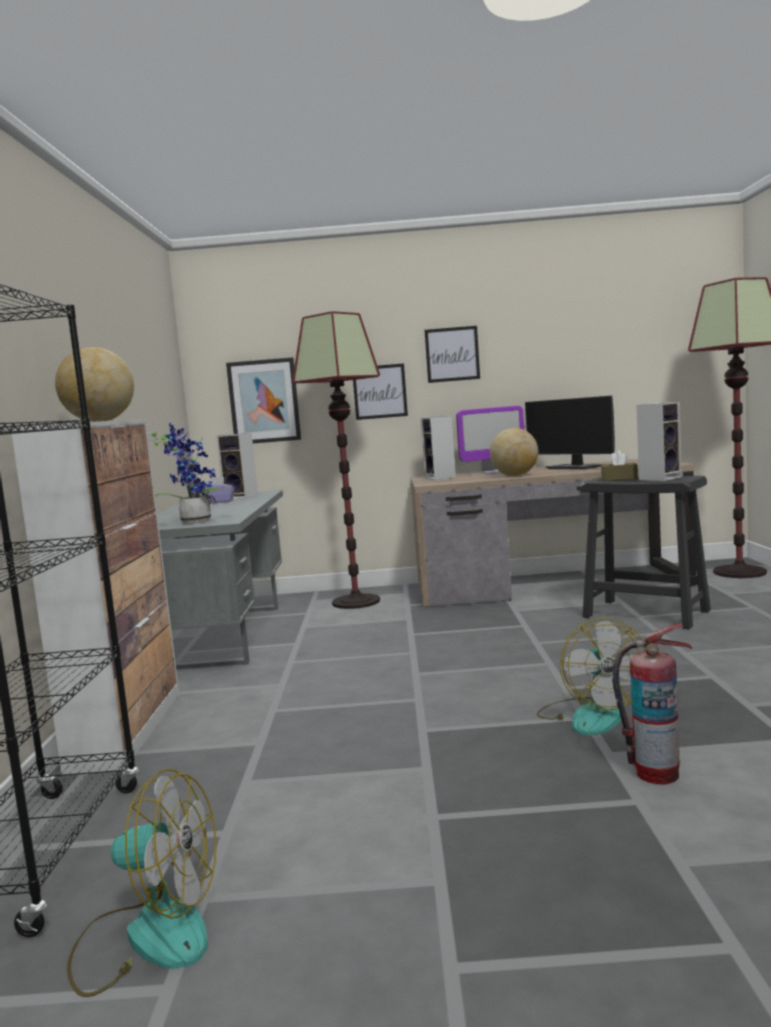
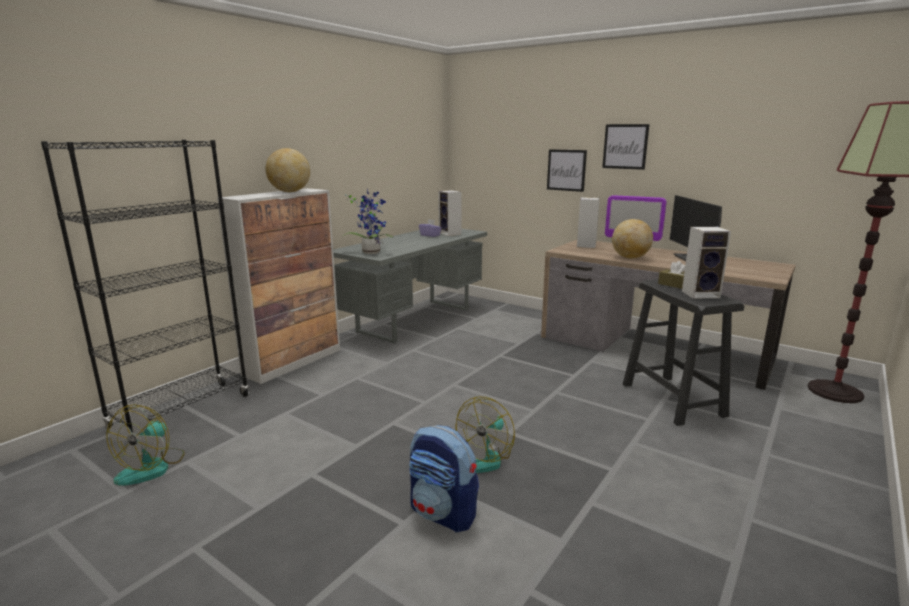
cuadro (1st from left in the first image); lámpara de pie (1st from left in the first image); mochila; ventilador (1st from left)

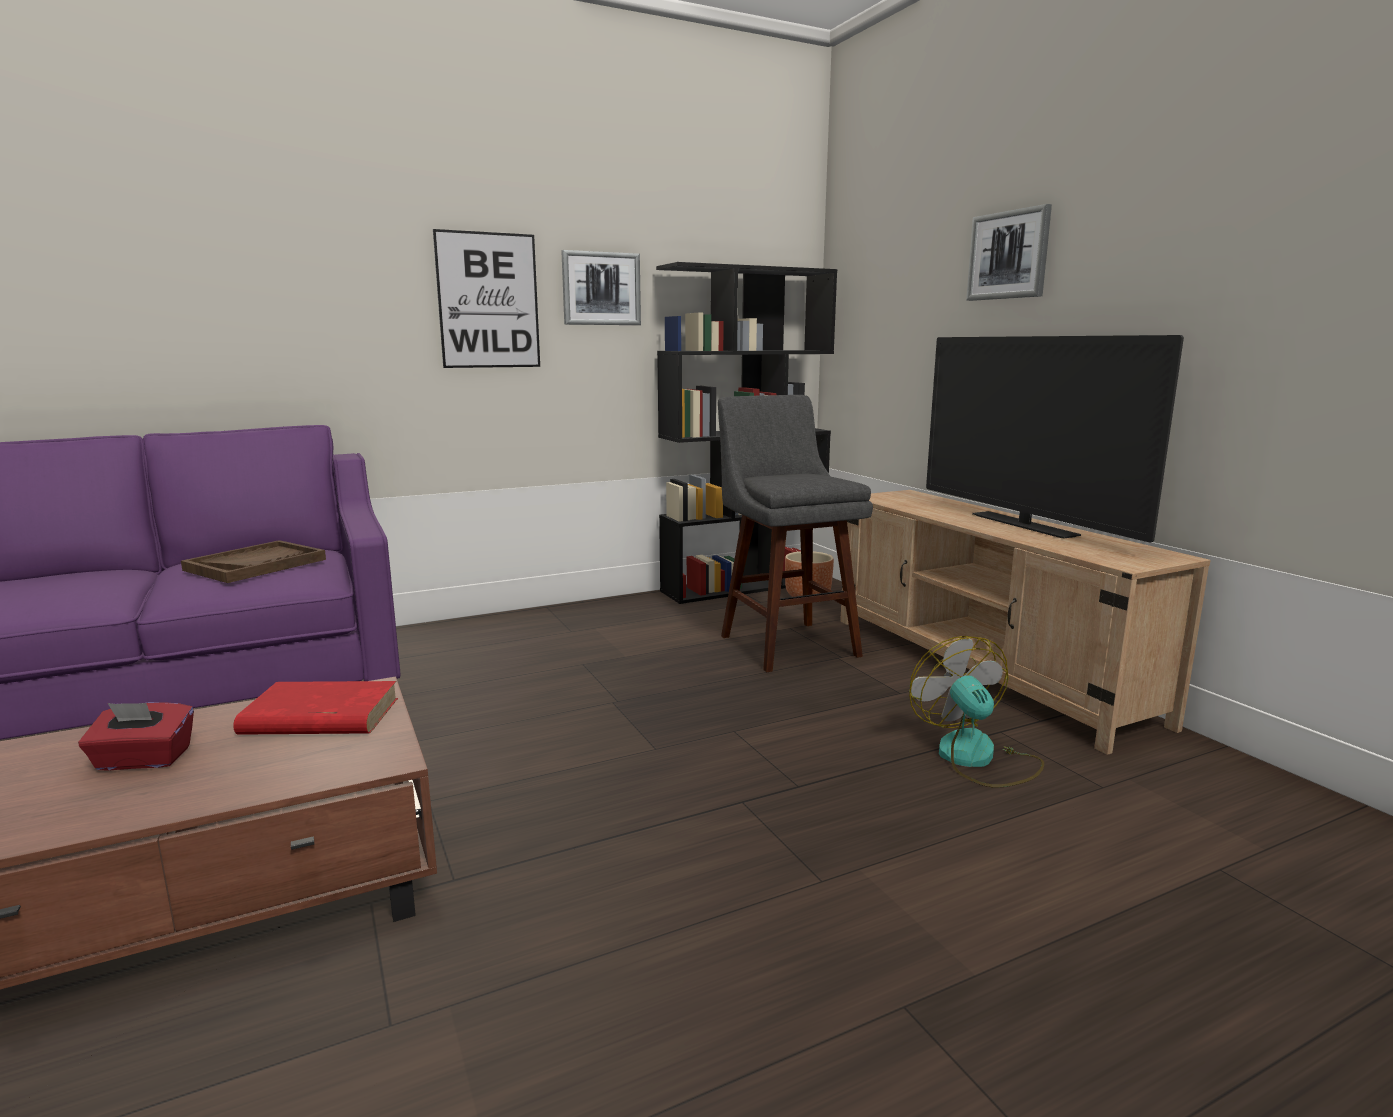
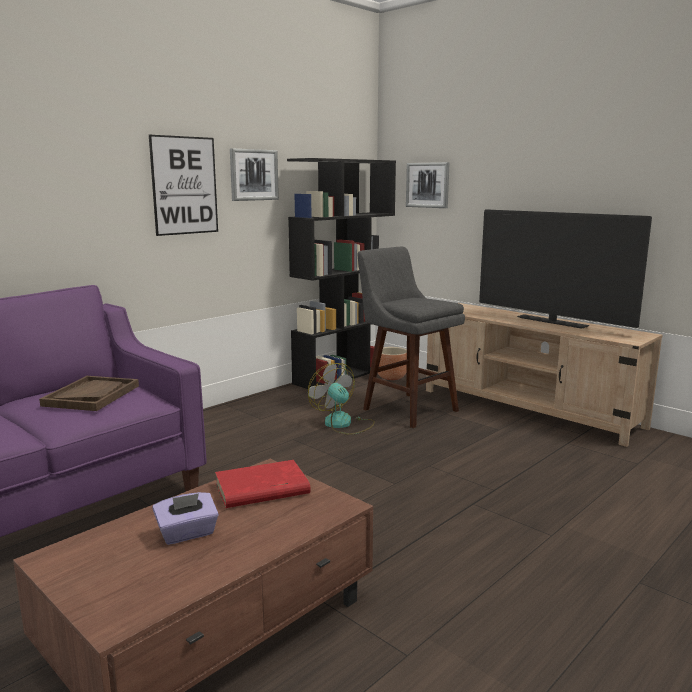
ventilador; cuadro (3rd from left); caja de pañuelos/morado

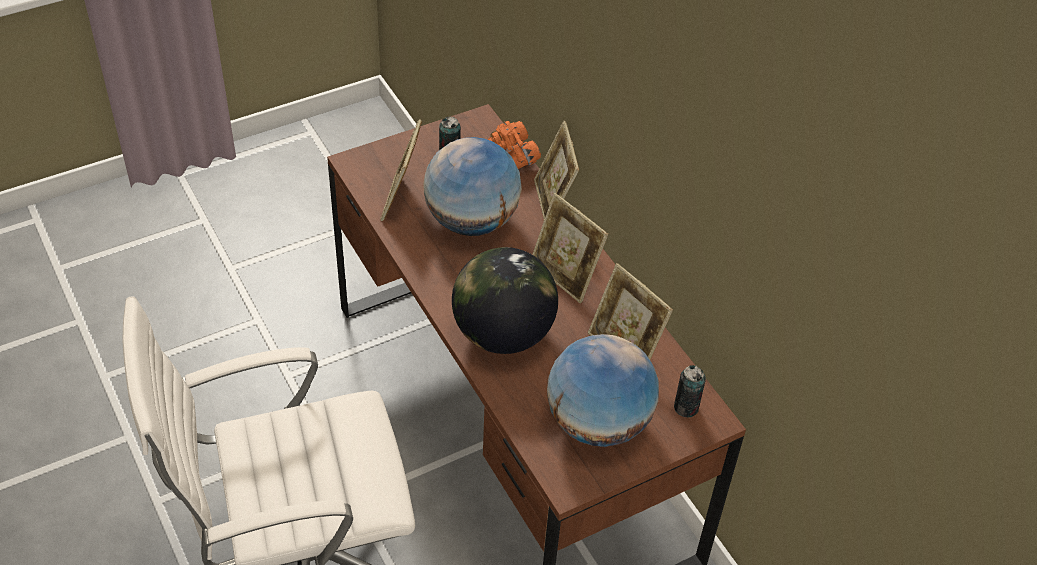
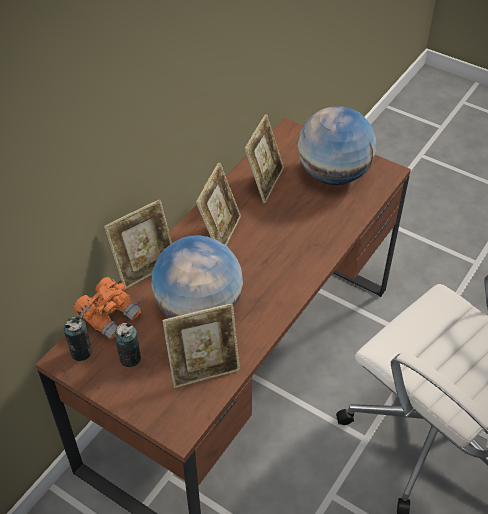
globo terráqueo (2nd from left in the first image); lata (1st from left)

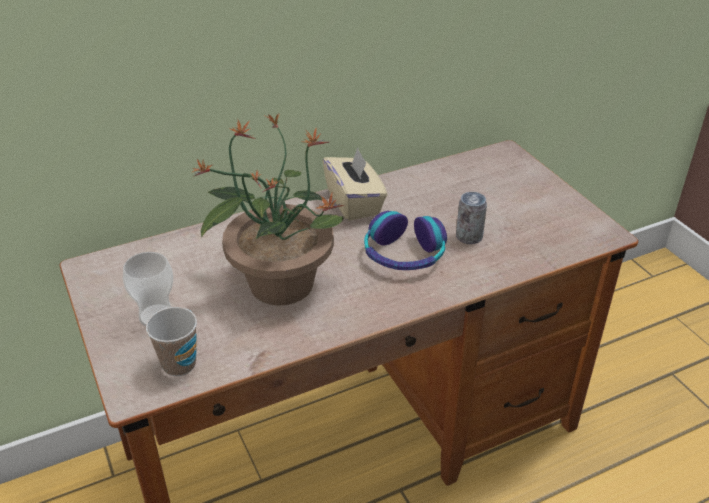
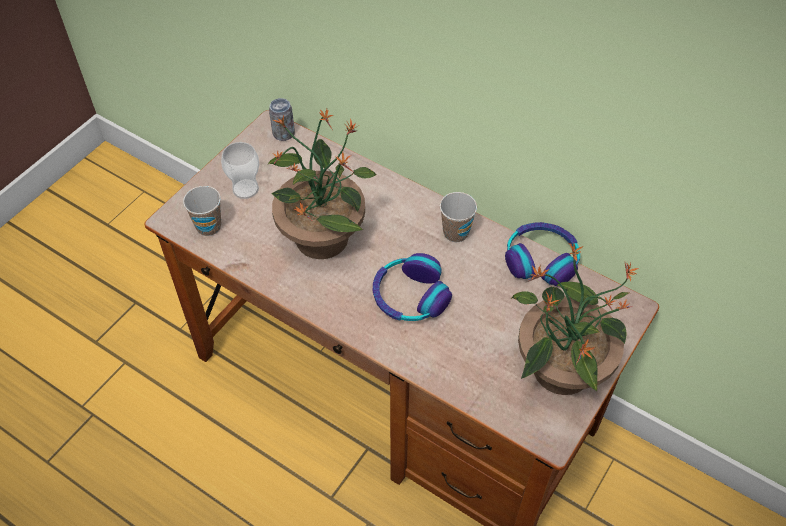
auriculares (2nd from left); planta en maceta (2nd from left); lata; taza (3rd from left)

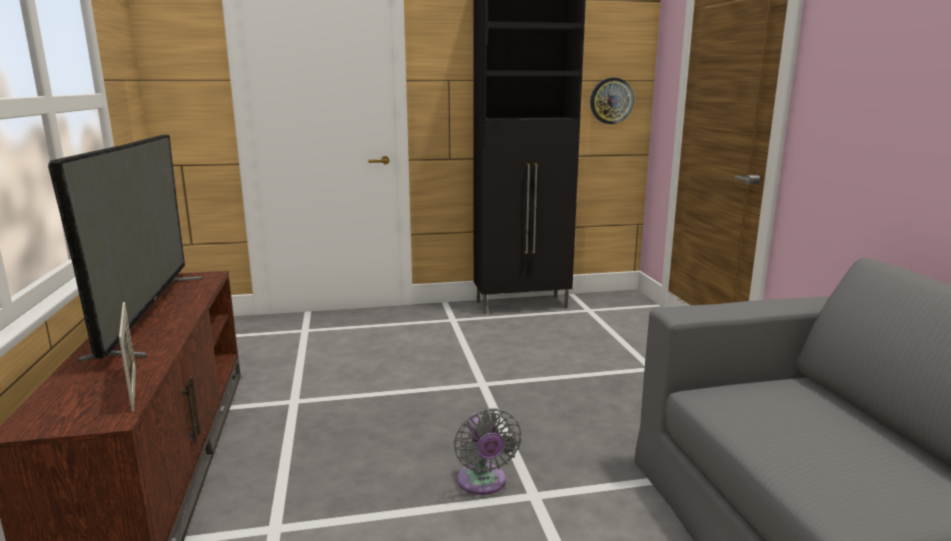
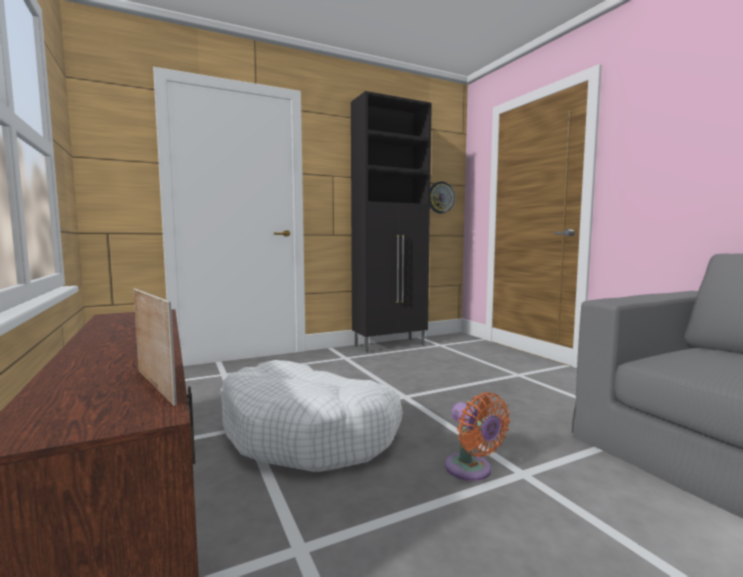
televisor; cama para perro/blanco; ventilador/naranja

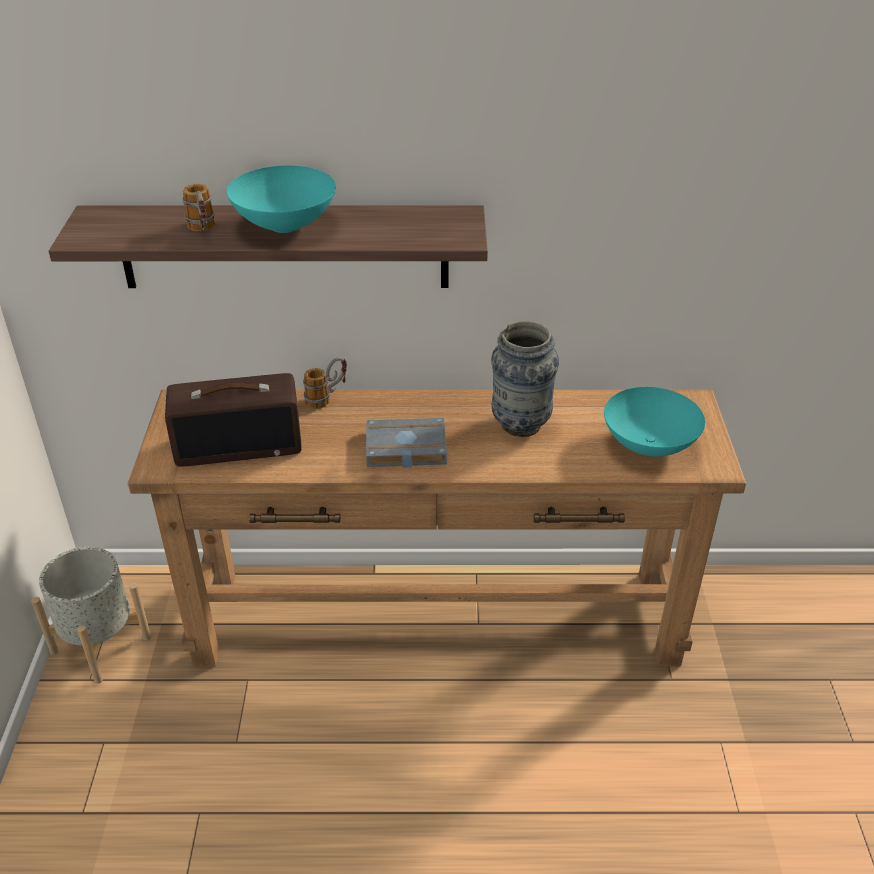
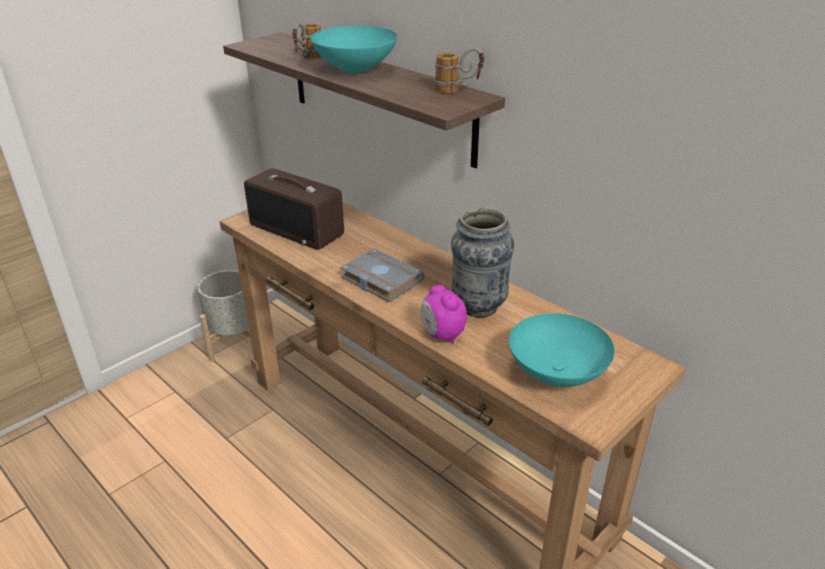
despertador; taza grande (2nd from left)

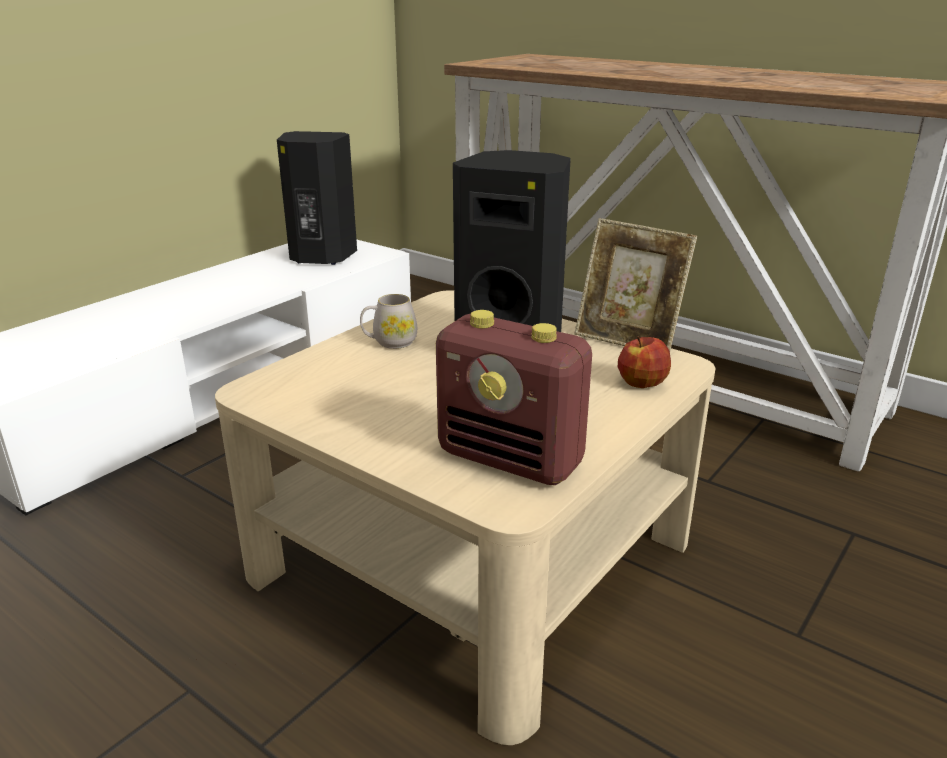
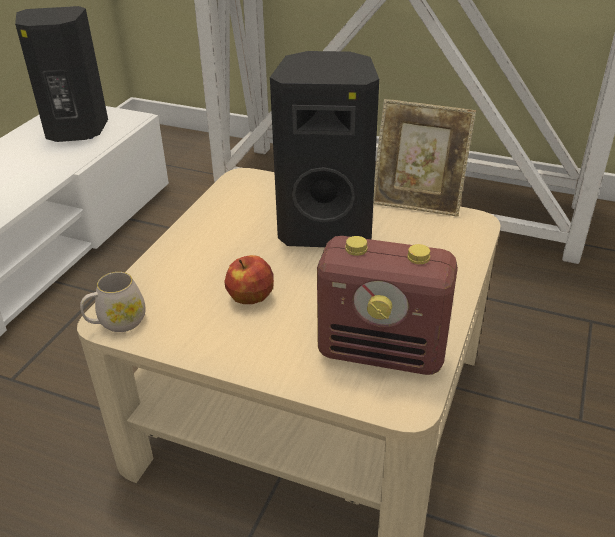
taza grande/blanco; manzana

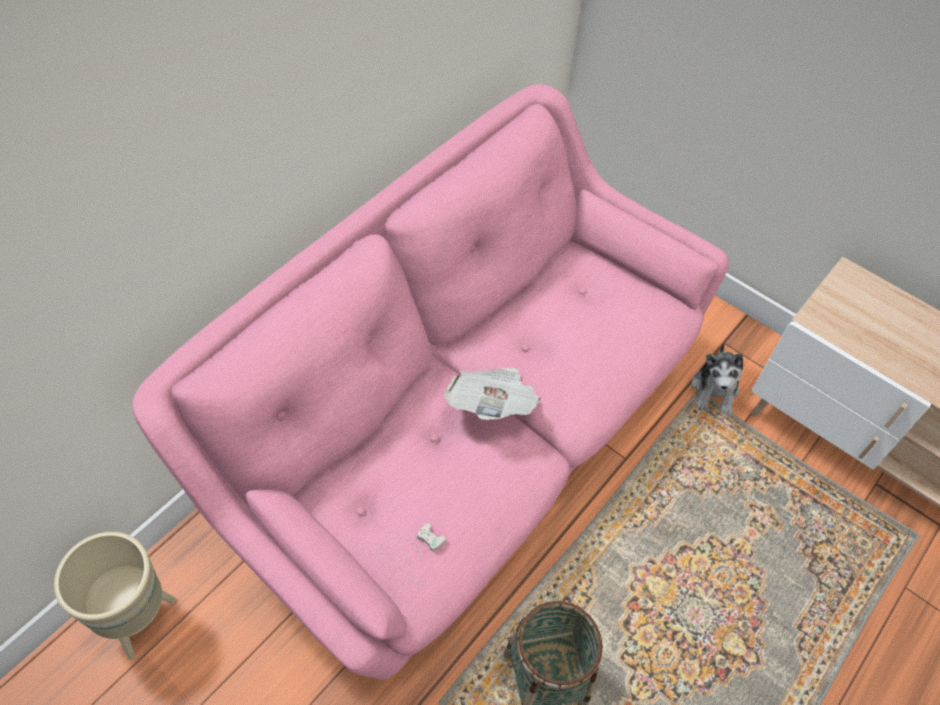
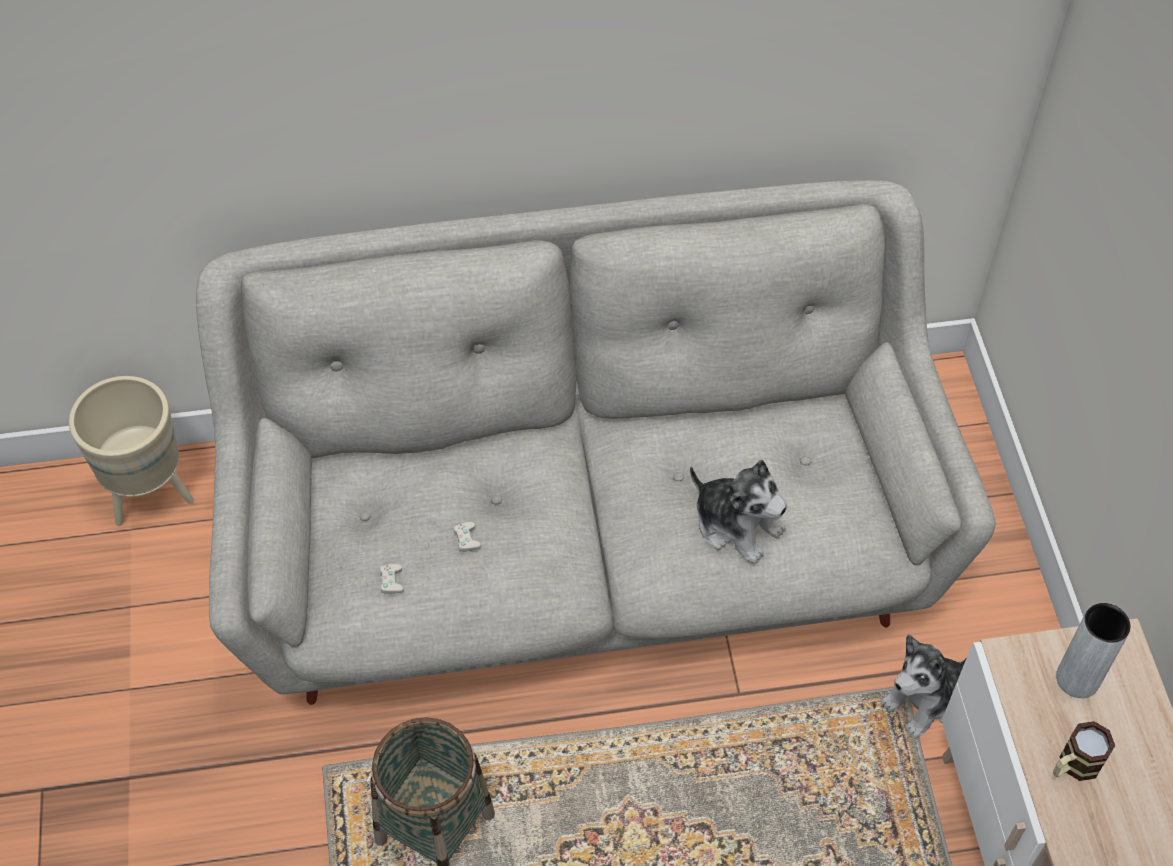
periódico; mando de consola/blanco (2nd from left); peluche (1st from left); taza grande; florero/gris; sofá/gris

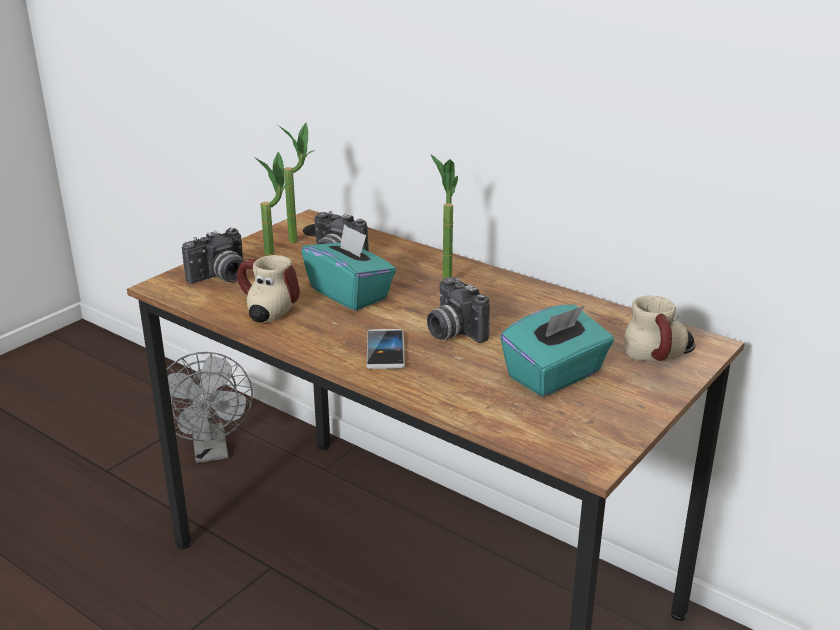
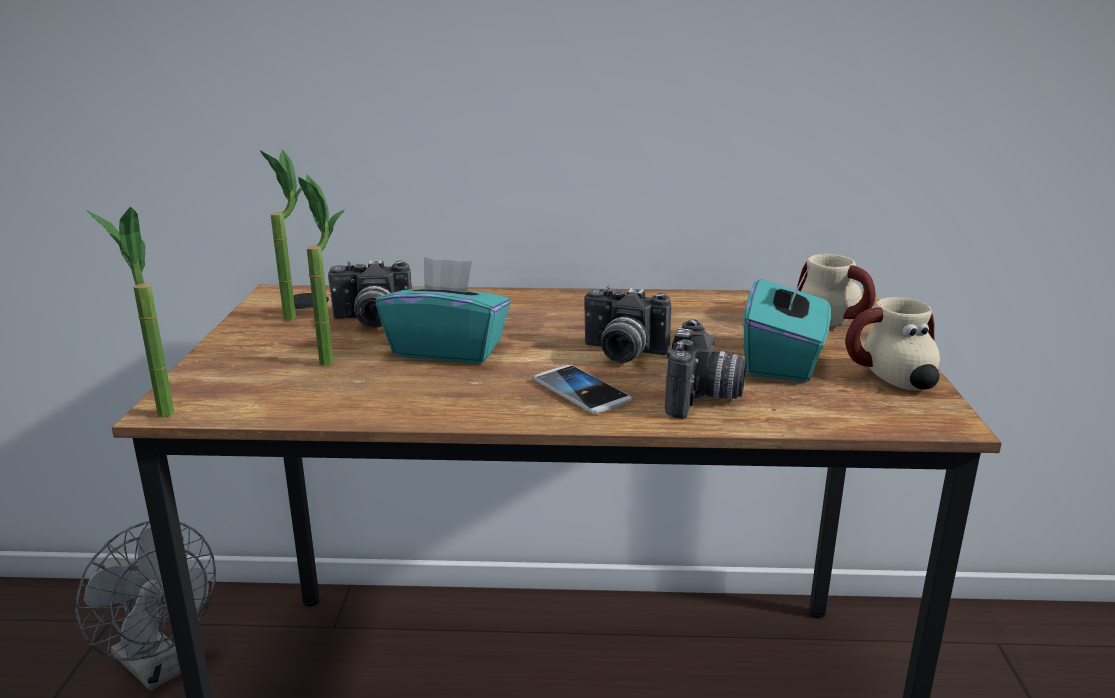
cámara (3rd from left); taza grande (2nd from left); planta en maceta (1st from left)

